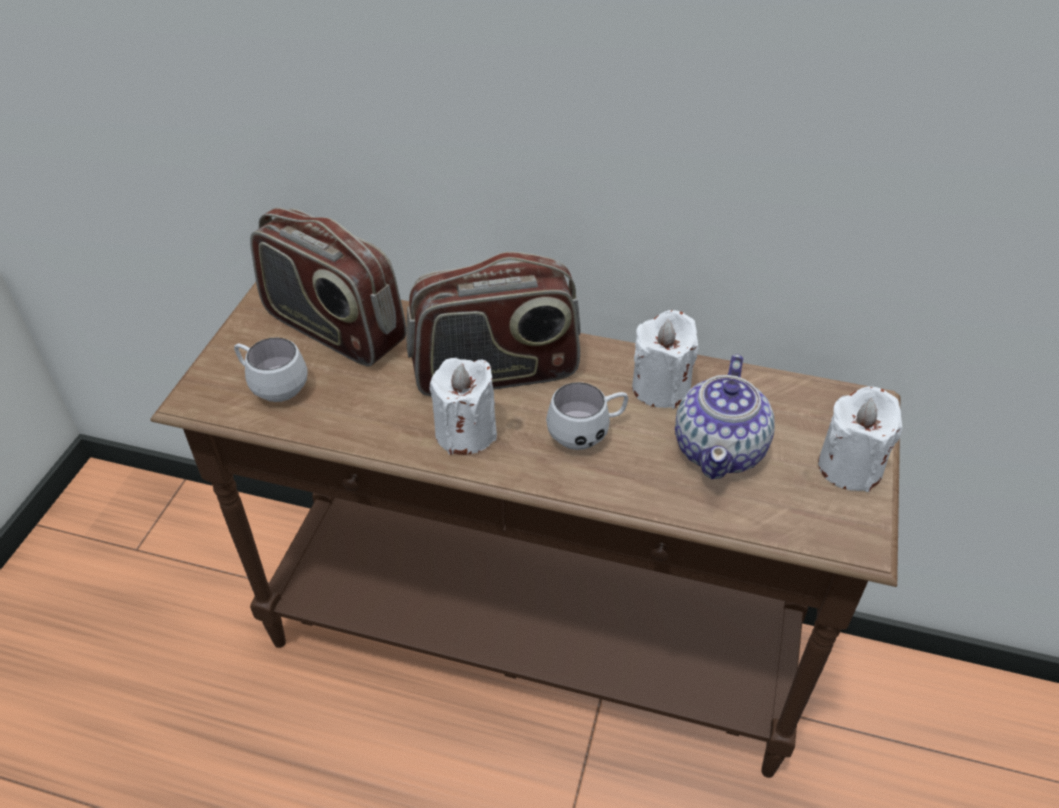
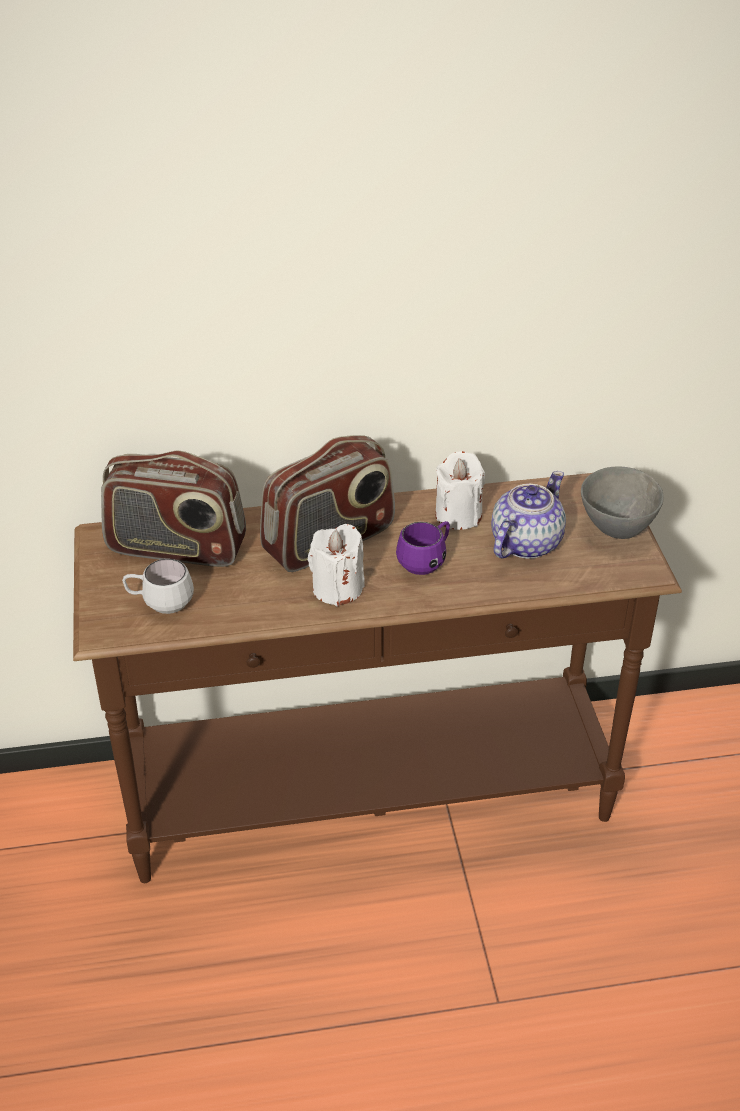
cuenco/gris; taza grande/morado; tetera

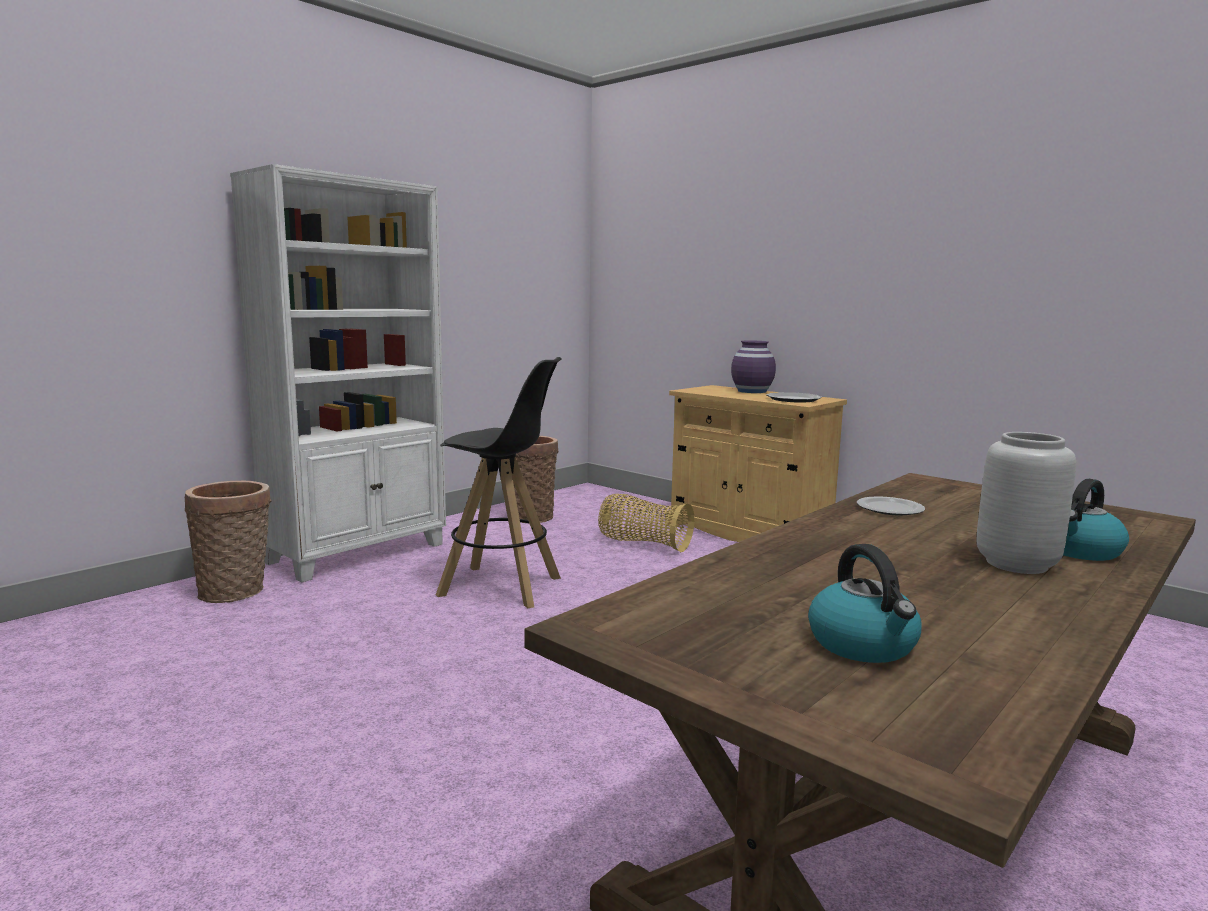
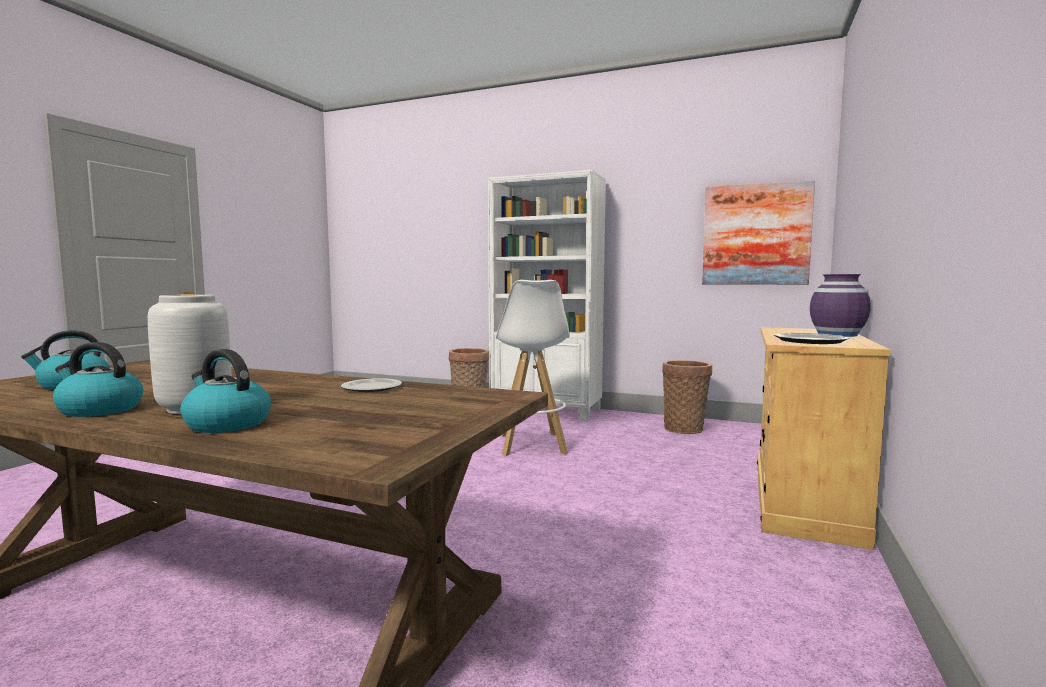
cesta (3rd from left in the first image); hervidor (2nd from left); cuadro; taburete/blanco

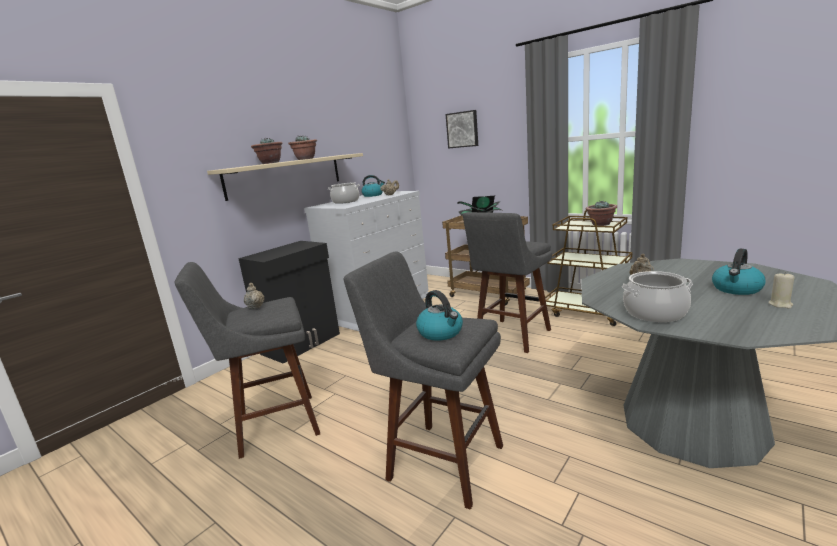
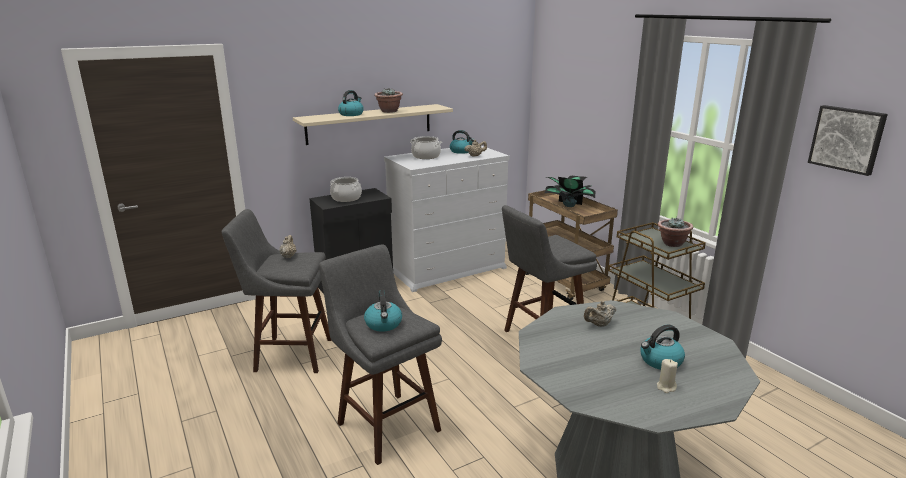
cuadro; olla (1st from left); hervidor (1st from left)

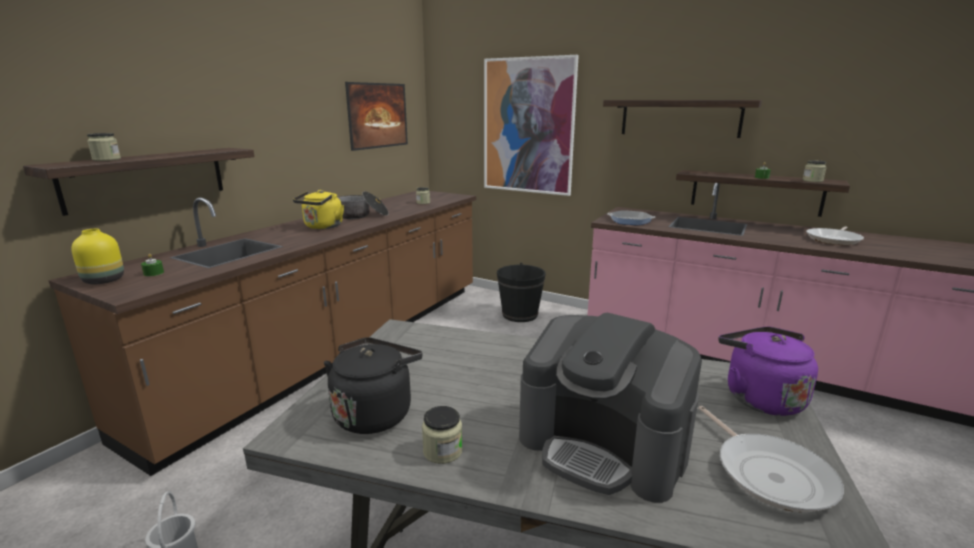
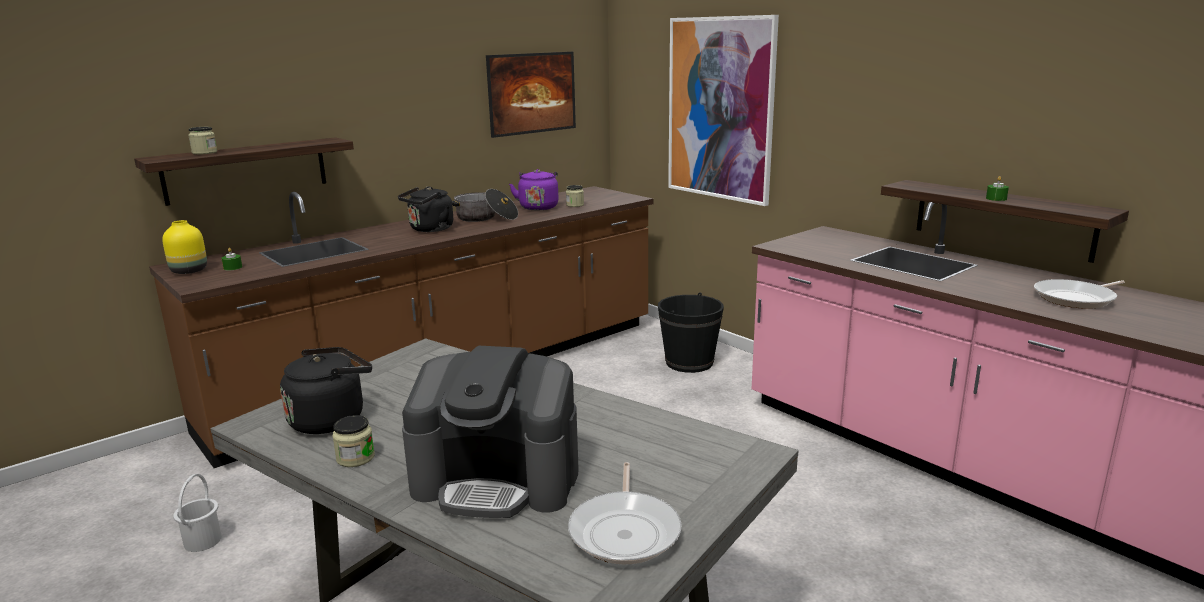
estante (2nd from left in the first image); sartén (1st from left in the first image); tarro (4th from left in the first image); hervidor/morado; hervidor/negro (2nd from left); cafetera

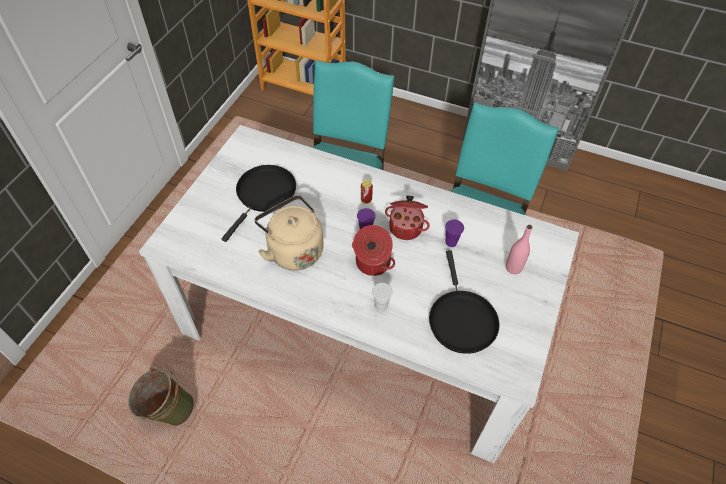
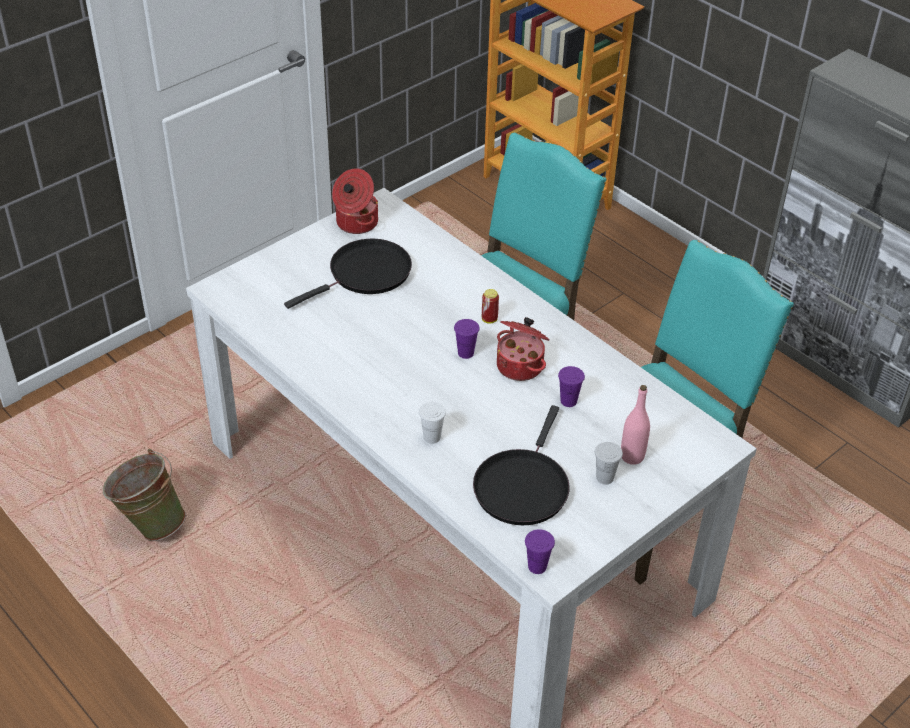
hervidor/beis; taza/morado (2nd from left); taza/blanco (2nd from left); olla (1st from left)

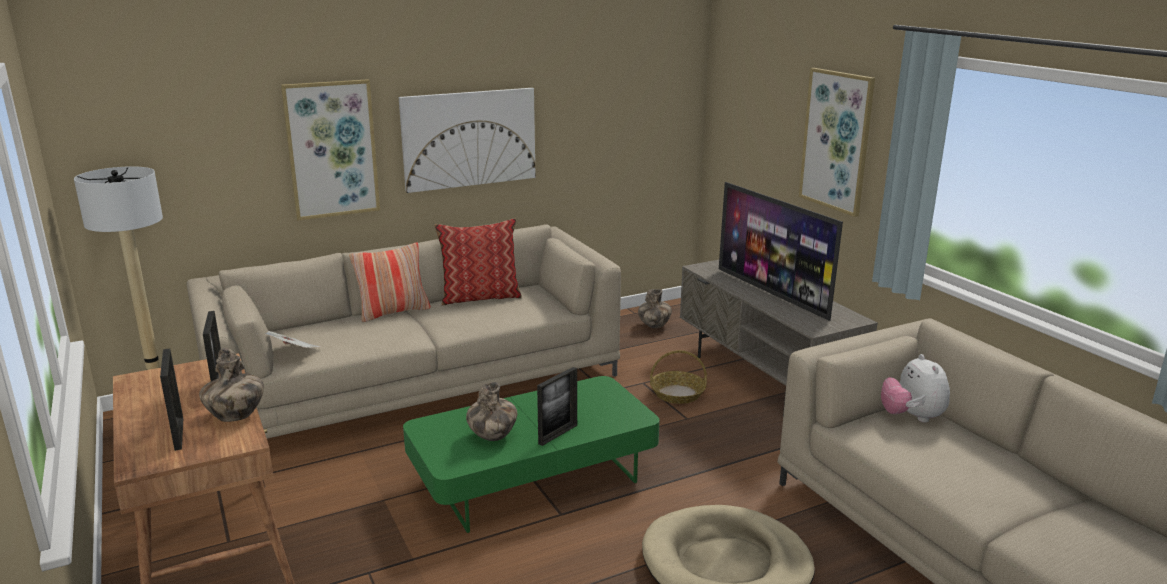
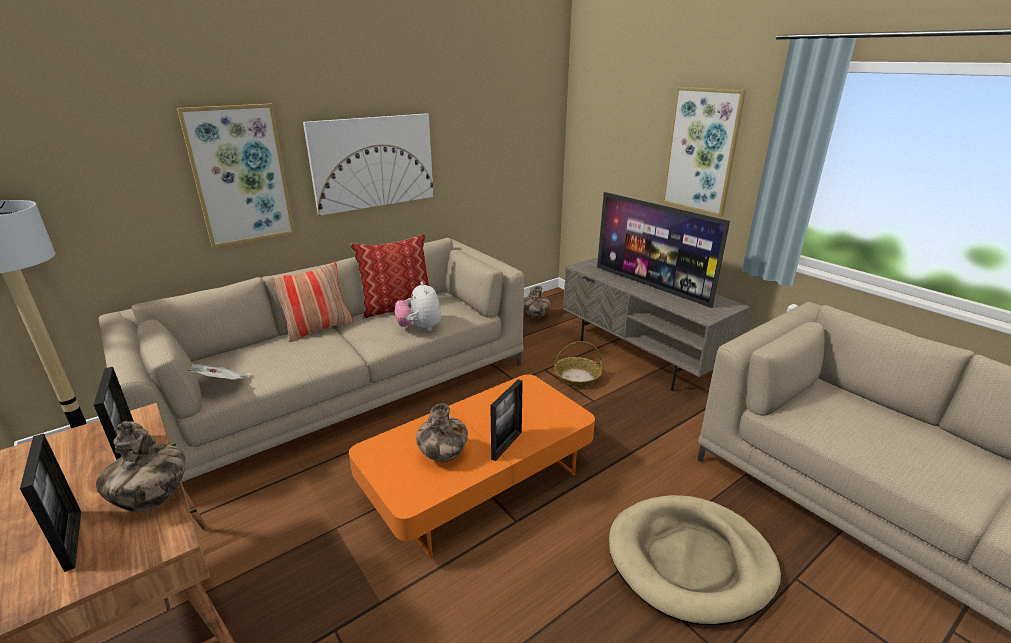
peluche; mesa de centro/naranja

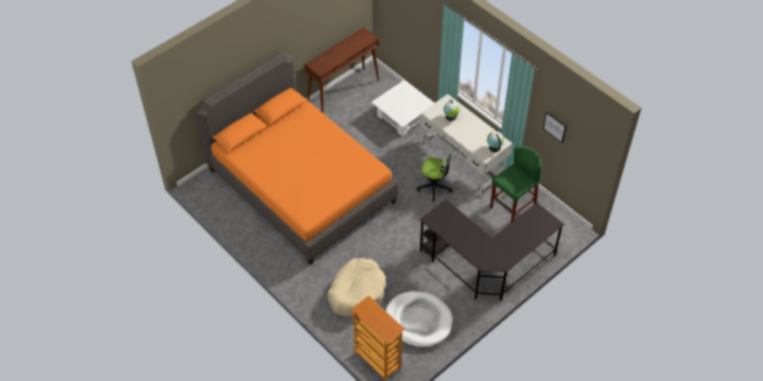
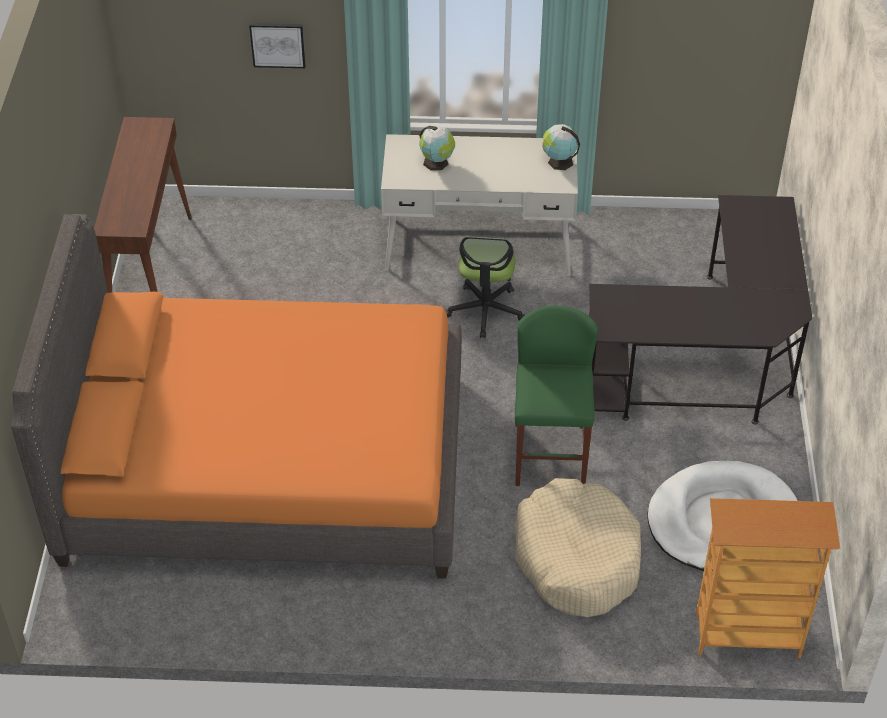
mesa de centro/blanco; taburete/verde; cuadro; silla de oficina

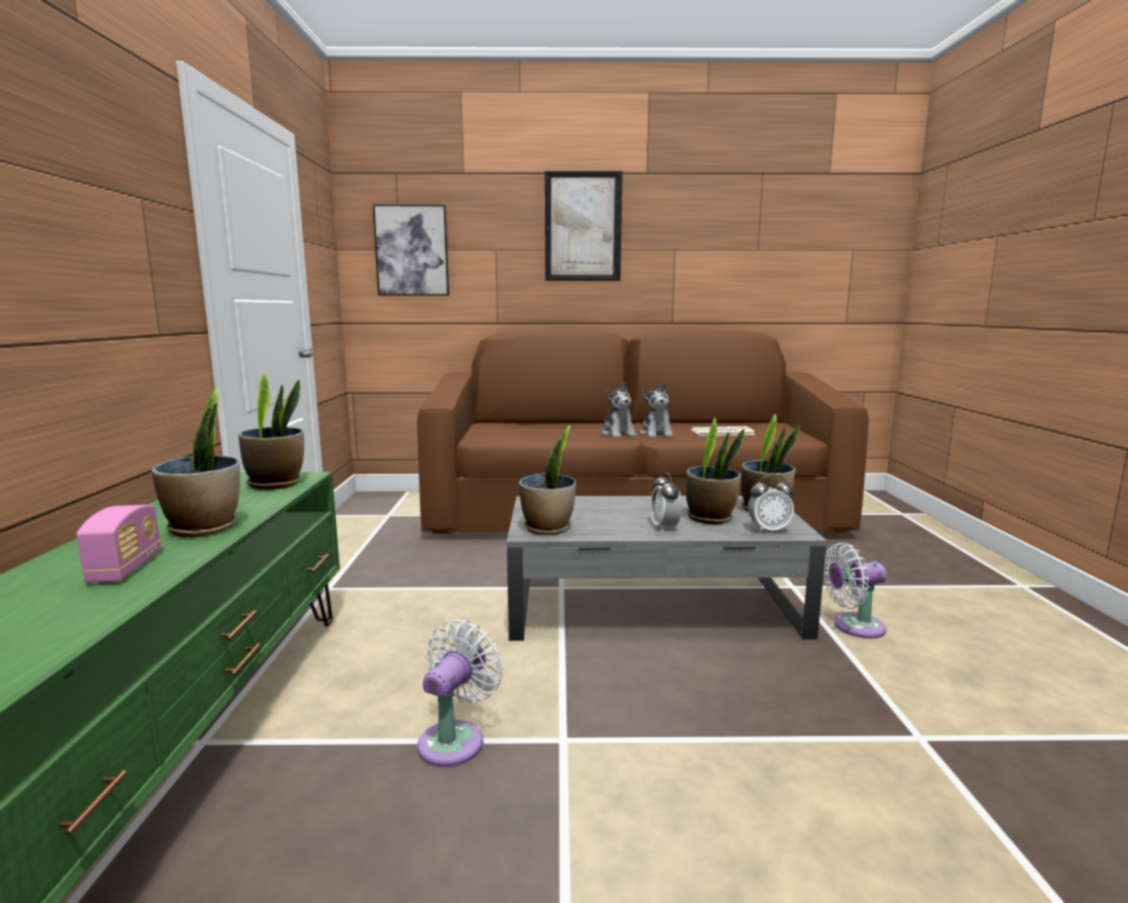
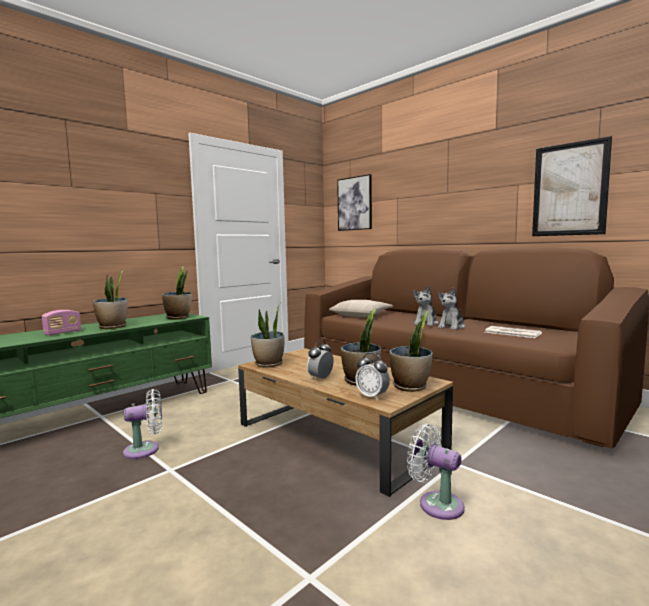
cojín/beis; cuadro (2nd from left); mesa de centro/marrón

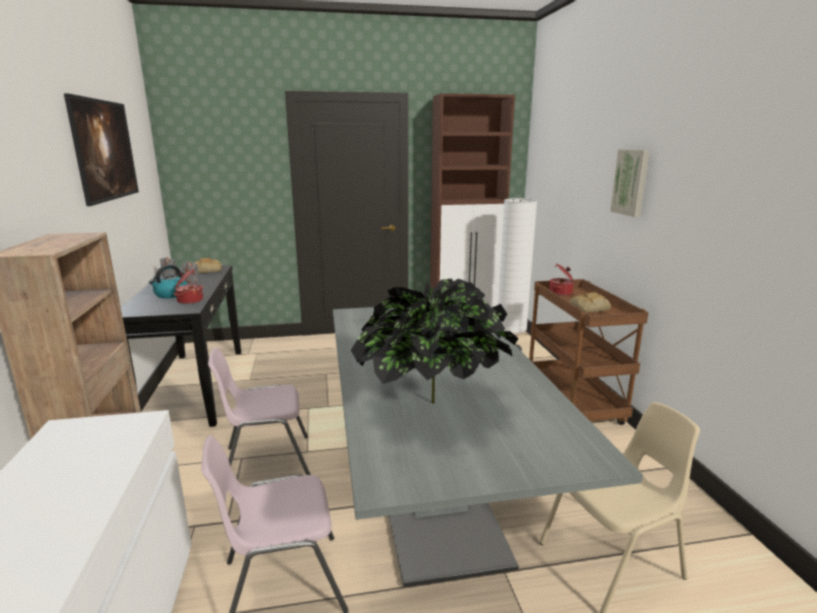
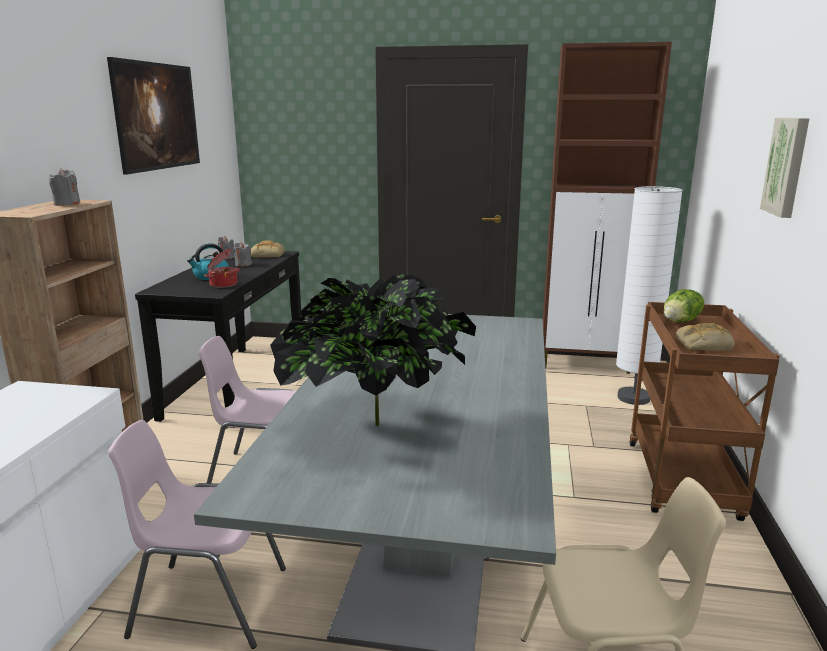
vela/gris (1st from left); lechuga

